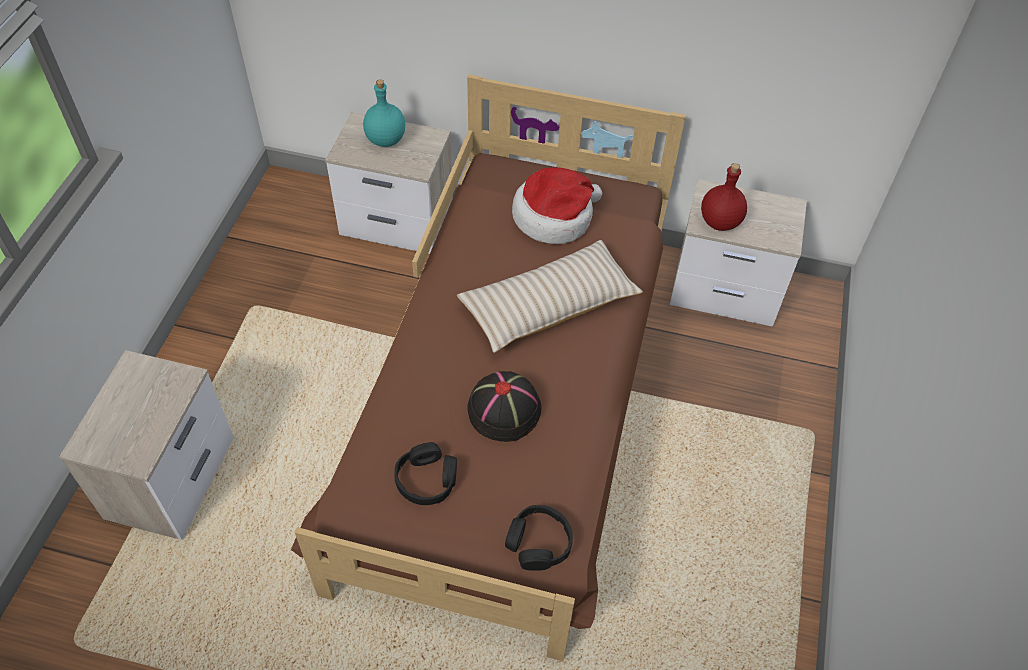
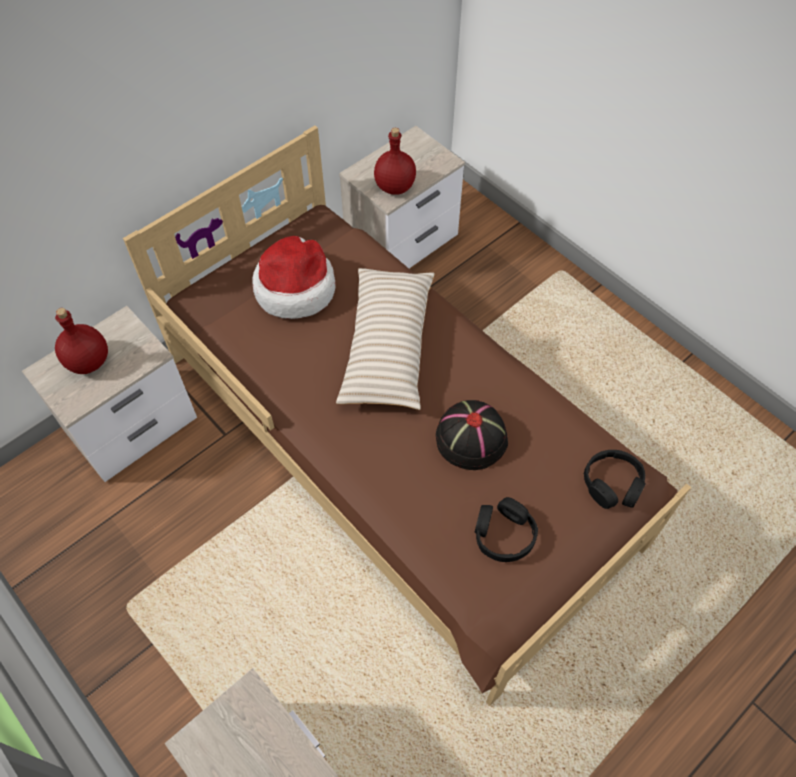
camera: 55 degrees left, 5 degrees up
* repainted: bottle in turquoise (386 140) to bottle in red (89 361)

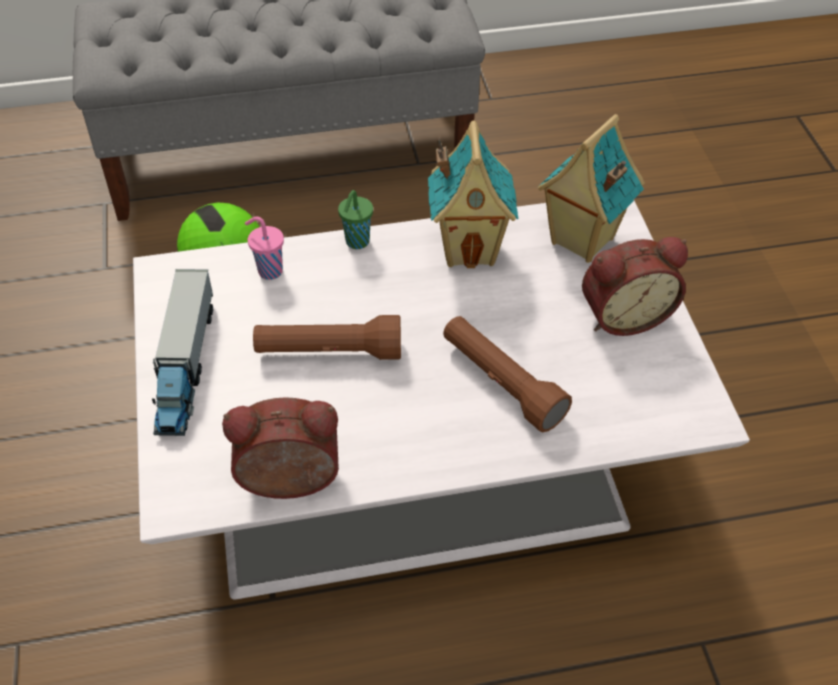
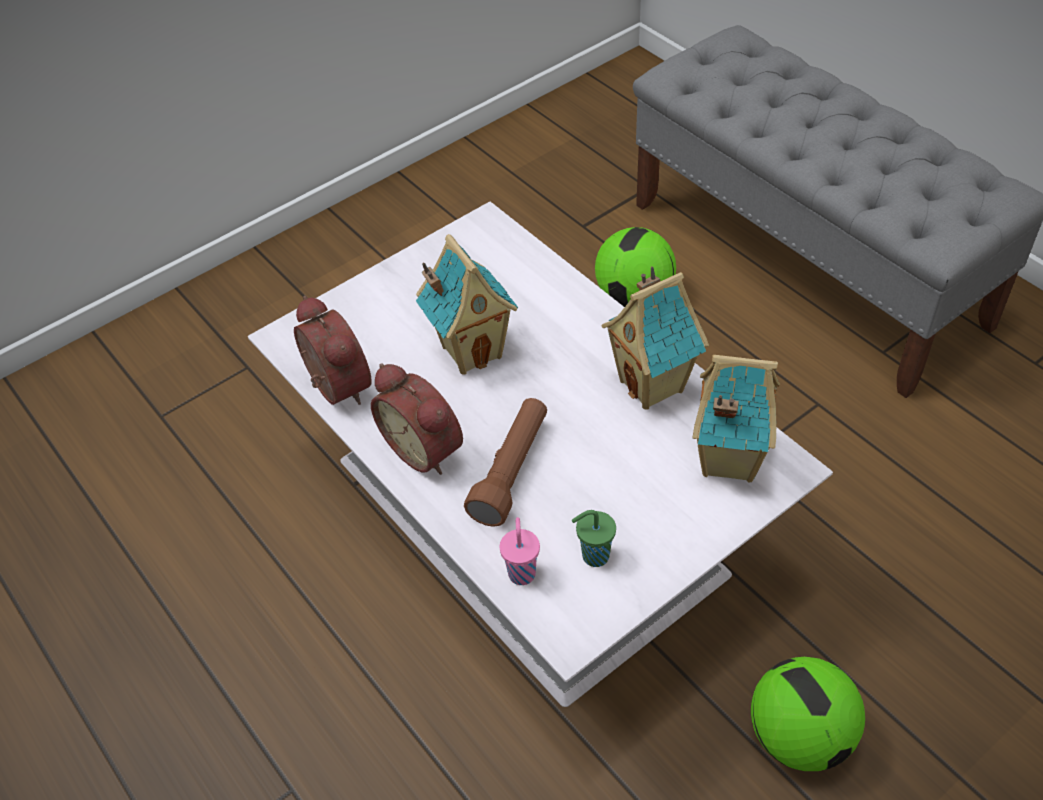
camera: 65 degrees right, 0 degrees up
* gone: toy truck (185 366)
* shifted: cup in pink (269 271) to (521 572)
* swapped: flashlight in brown (329 352) to toy house (472 350)
* shifted: cup in green (356 242) to (593 556)
* shifted: alarm clock (624 315) to (426 447)
* new: football (799 736)

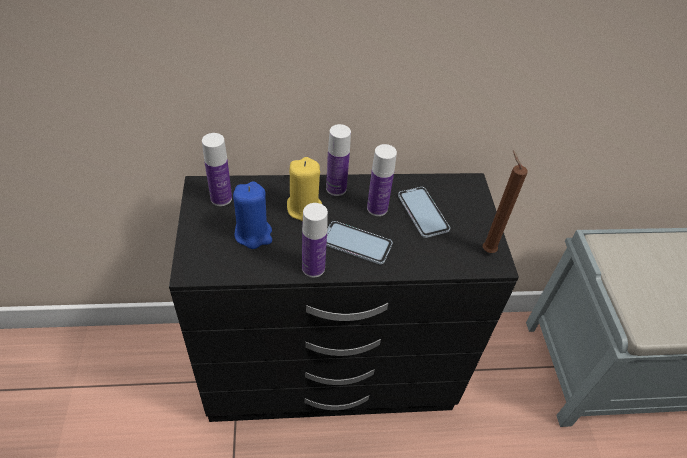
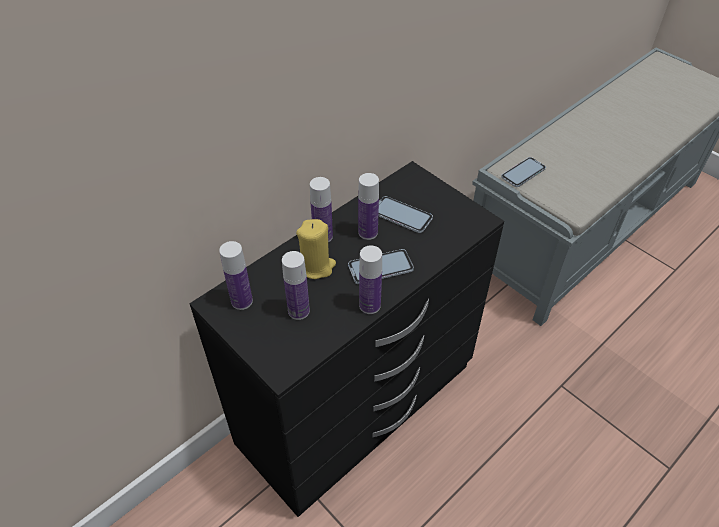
camera: 35 degrees left, 0 degrees up
* swapped: candle in blue (253 234) to bottle (298 311)
* gone: candle in brown (486 249)
* new: phone (523 173)

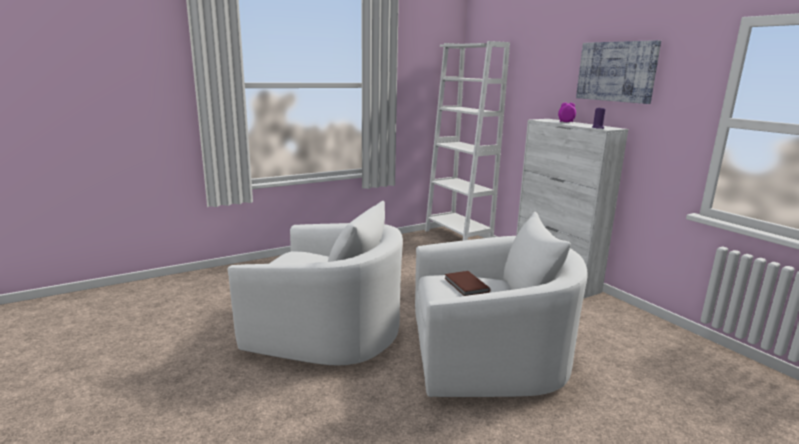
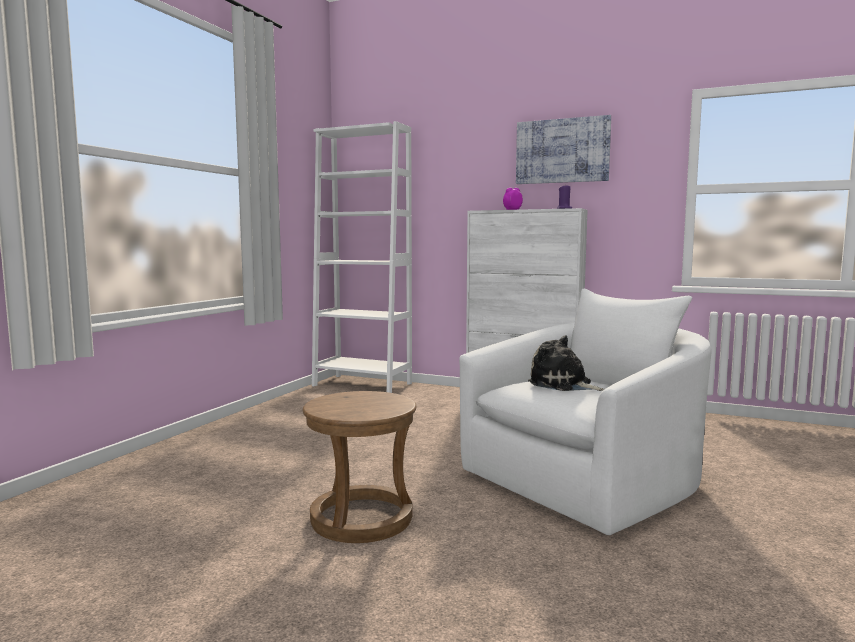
camera: 35 degrees left, 10 degrees down
* swapped: armchair in white (327 331) to stool in brown (362 518)
* swapped: book in brown (465 285) to plush toy (563 384)

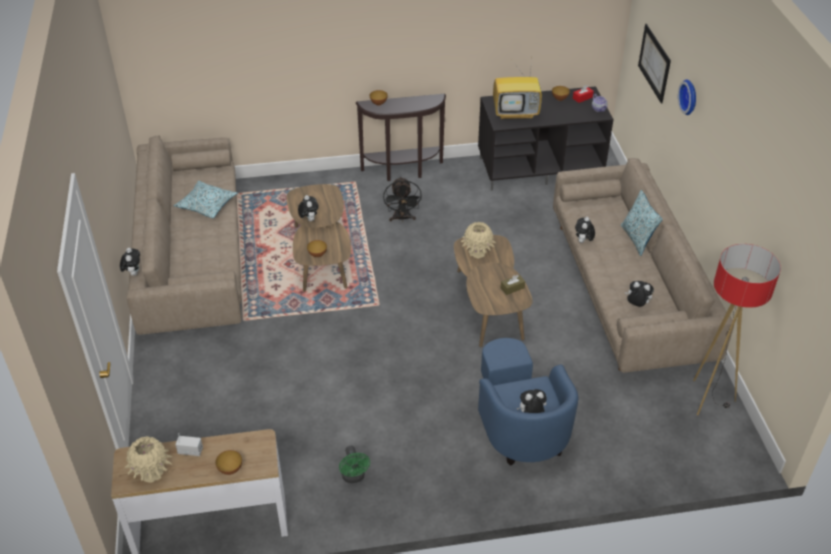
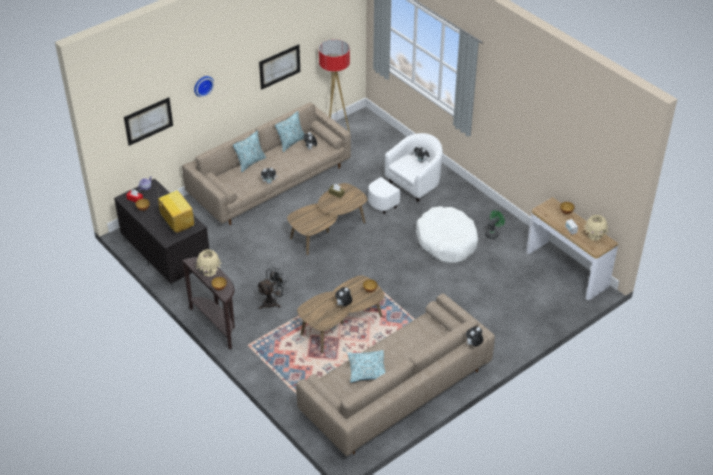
camera: 120 degrees left, 0 degrees up
* shifted: vase in beige (477 252) to (209 272)
* repainted: armchair in blue (520 424) to armchair in white (407 190)
* new: picture (279 66)
* new: pillow (291 142)
* new: dog bed in white (446 241)

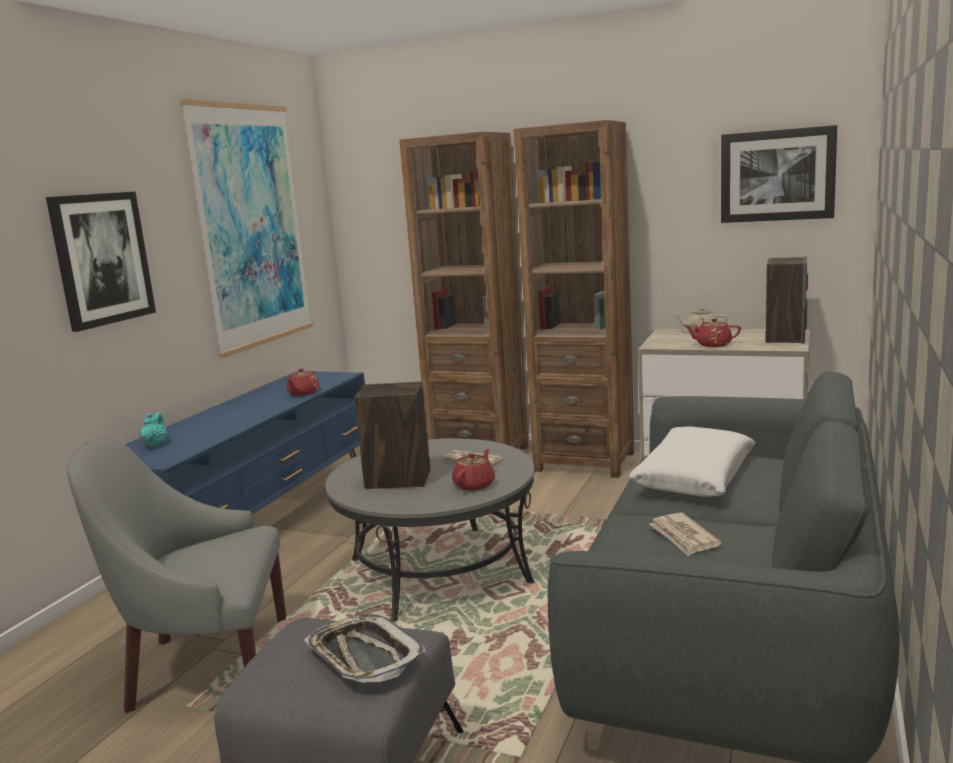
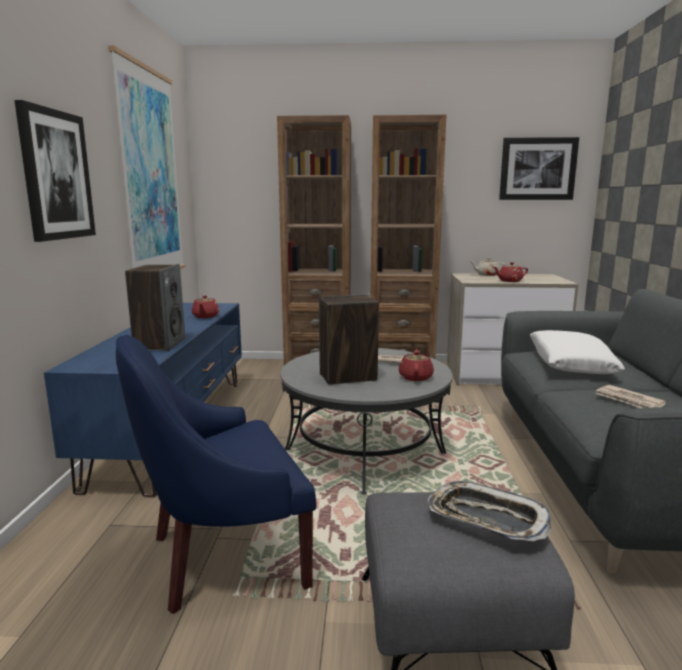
camera: 20 degrees left, 0 degrees up
* repainted: armchair in grey (206 667) to armchair in blue (224 555)
* gone: teapot in turquoise (155 445)
* shifted: speaker (785 338) to (160 344)

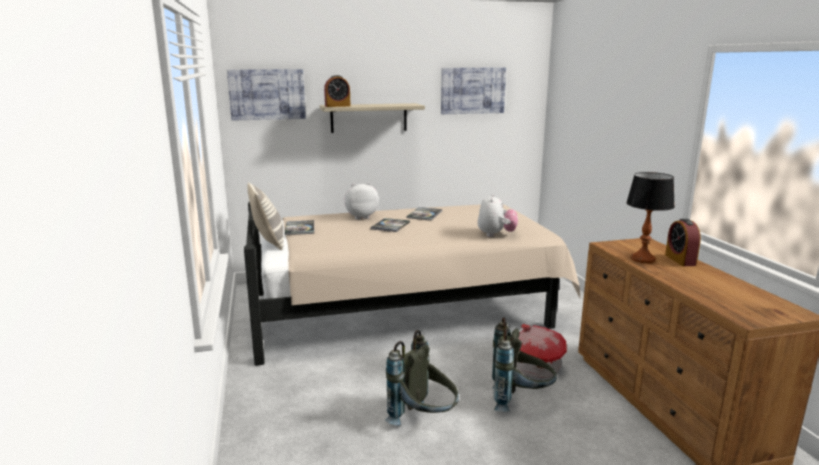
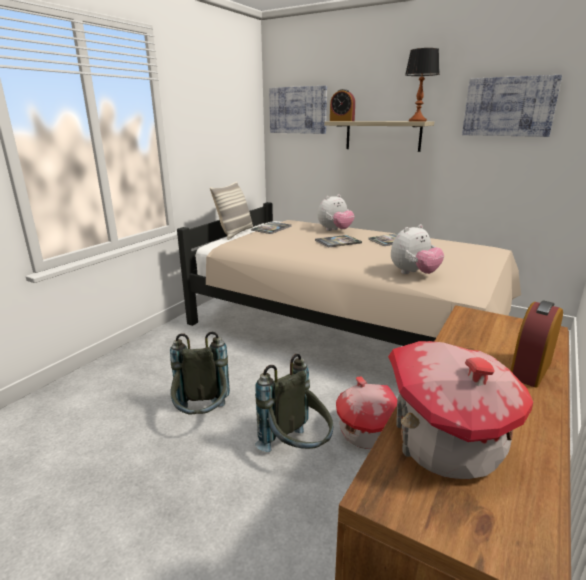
camera: 45 degrees right, 5 degrees up
* rotated: plush toy (360 217) = (335 230) 120 degrees clockwise
* shifted: table lamp (643 259) to (417 121)
* new: toy house (446 443)

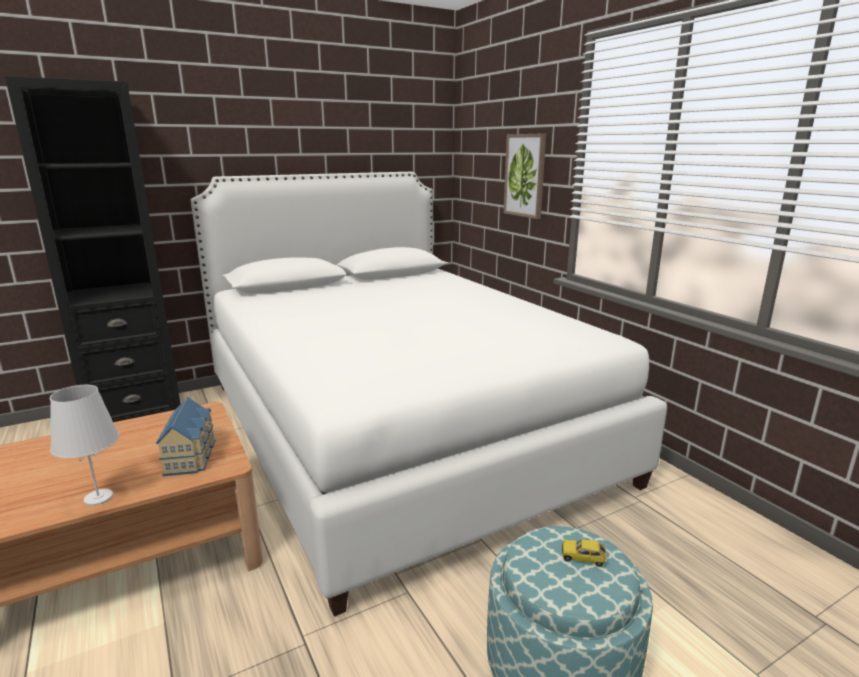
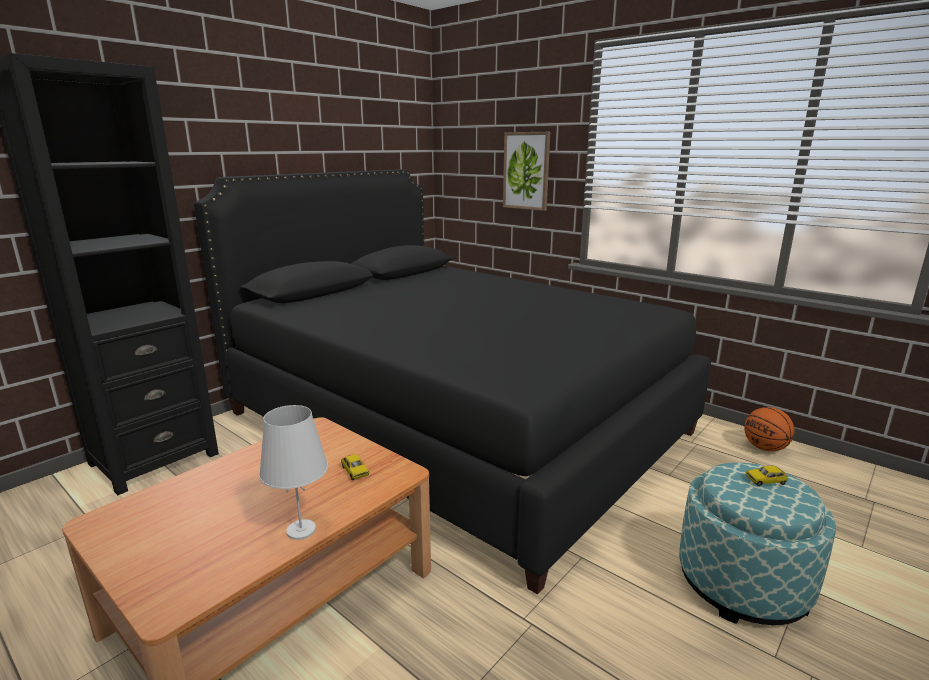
camera: 20 degrees left, 0 degrees up
* swapped: toy house (192 456) to toy car (355 471)
* repainted: bed in white (397 429) to bed in black (454 423)
* new: basketball (765 448)

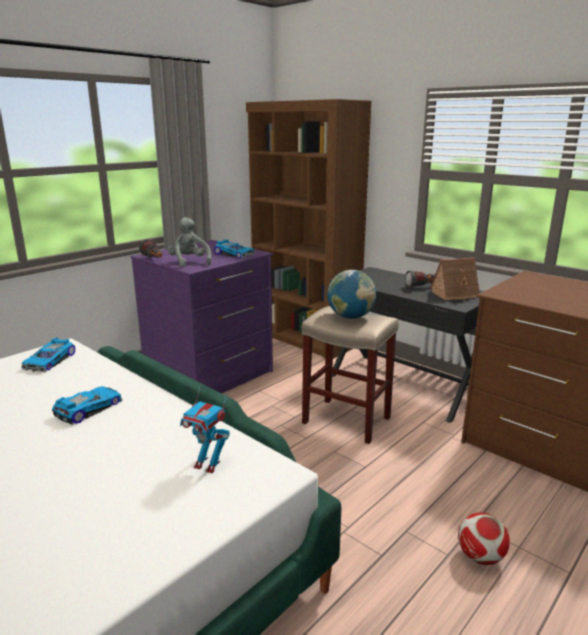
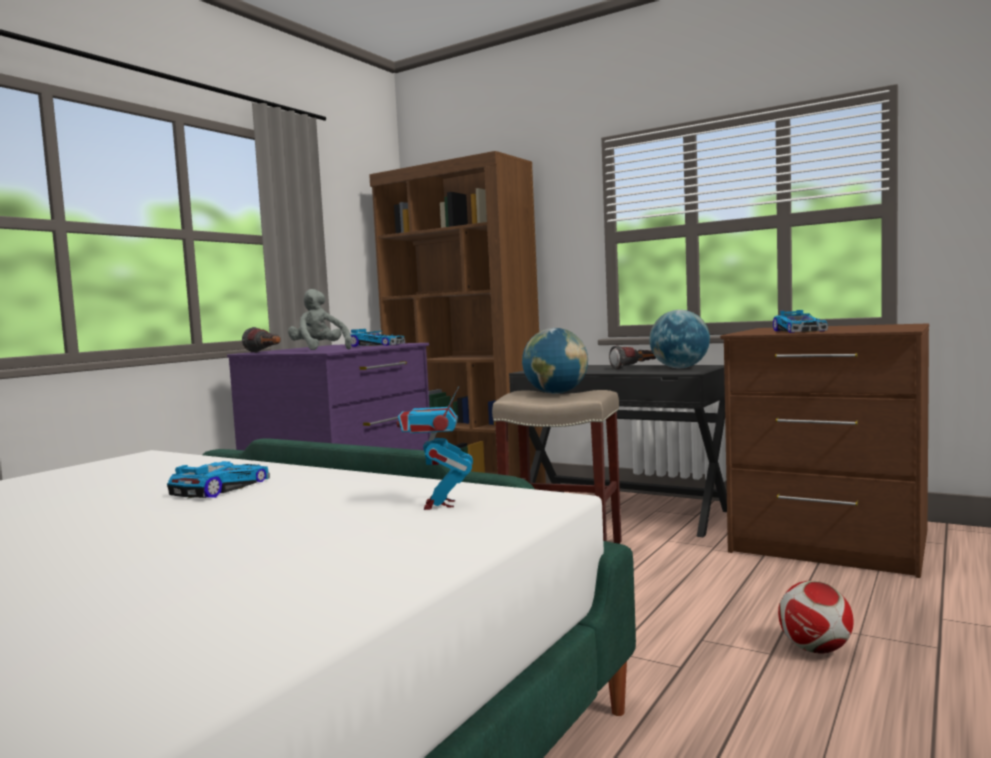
camera: 10 degrees left, 15 degrees down
* shifted: toy car (51 361) to (800 331)
* rotated: toy robot (208 465) = (439 504) 75 degrees clockwise
* swapped: toy house (456 294) to globe (680 368)

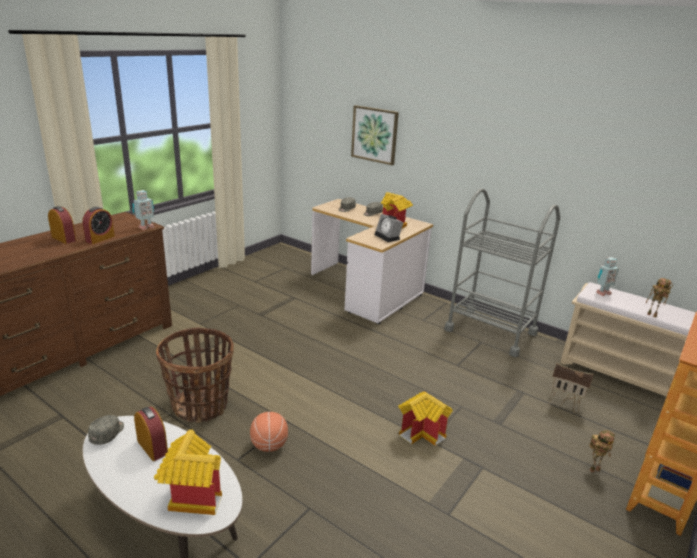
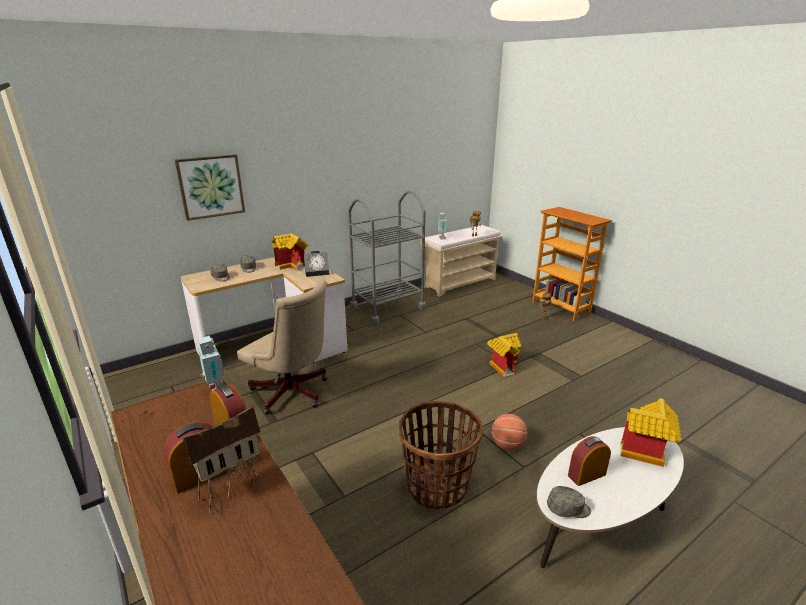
camera: 70 degrees left, 0 degrees up
* rotated: cap in grey (108 434) = (568 509) 150 degrees clockwise
* shifted: toy house (564 405) to (231 488)
* new: office chair in beige (293 394)

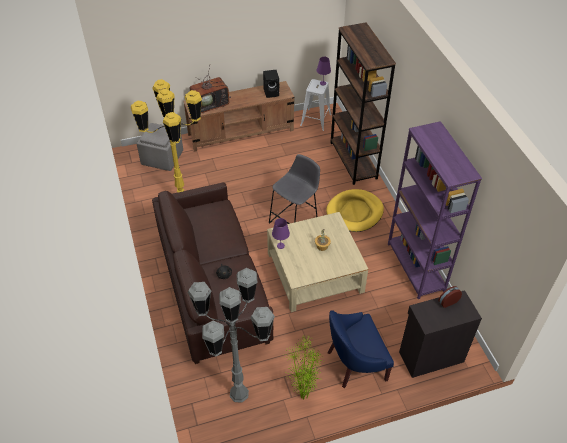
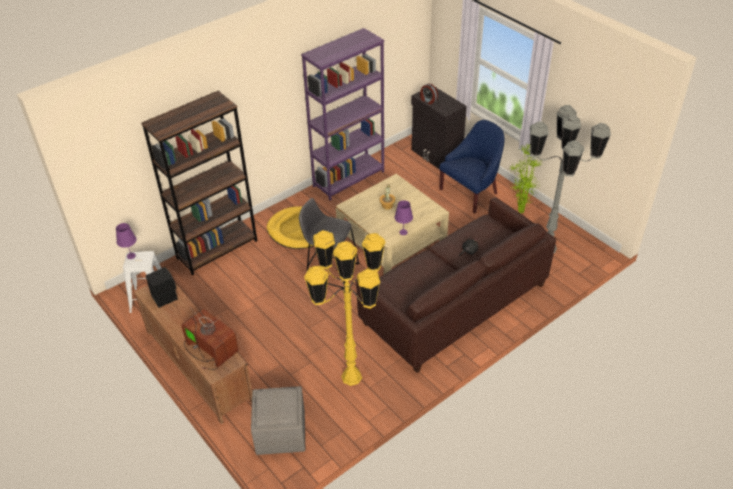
camera: 110 degrees left, 5 degrees down
* rotated: armchair in blue (354 363) = (471 192) 90 degrees counterclockwise

